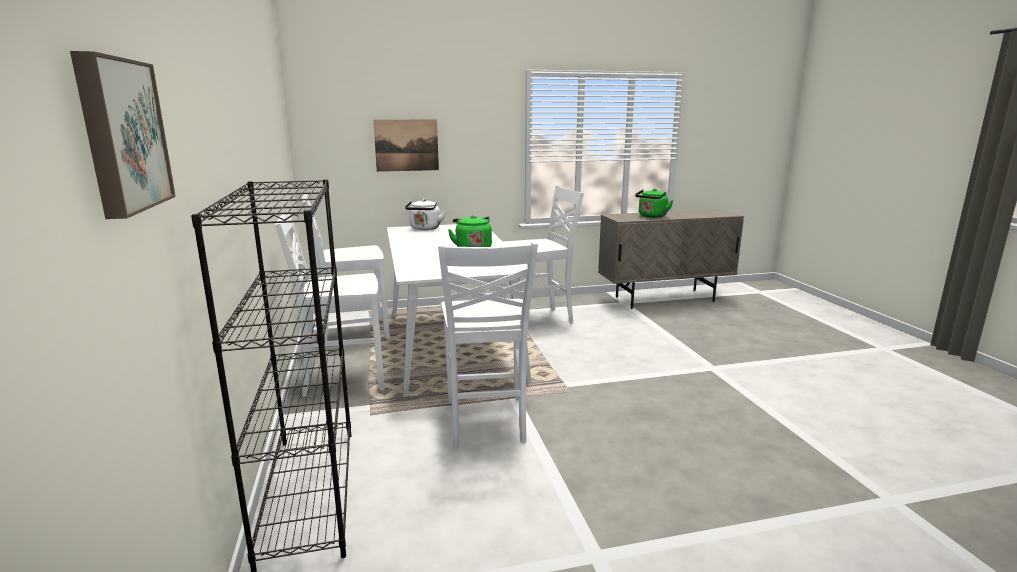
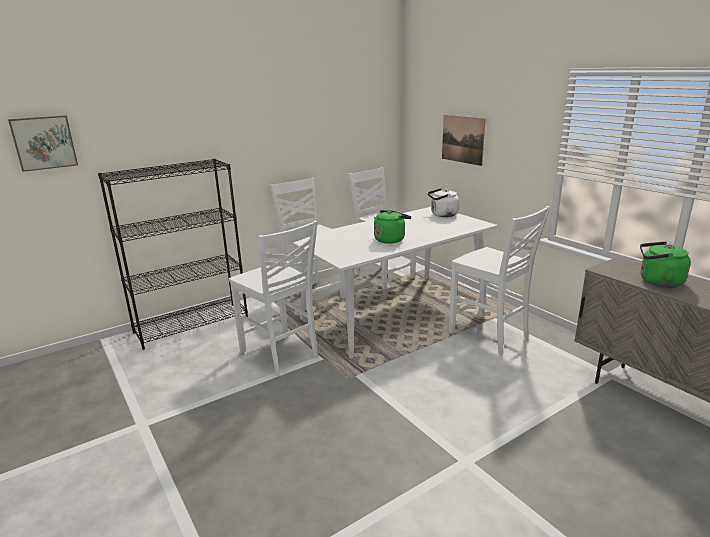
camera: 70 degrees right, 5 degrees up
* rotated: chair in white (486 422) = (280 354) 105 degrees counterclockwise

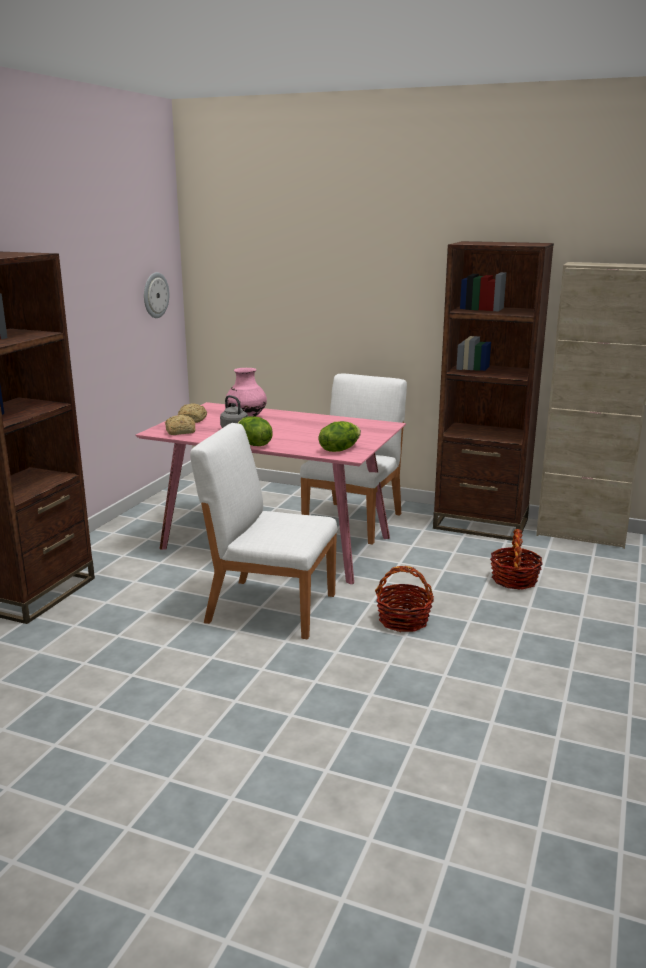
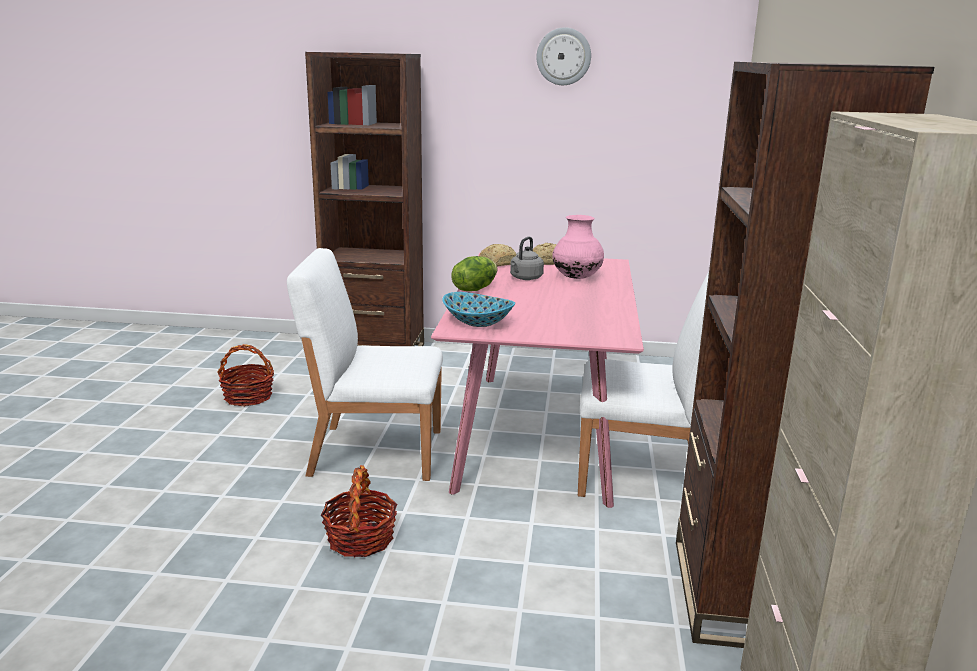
camera: 75 degrees right, 0 degrees up
* shifted: wall clock (155 295) to (563 56)
* rotated: chair in white (269 607) = (374 451) 90 degrees counterclockwise
* swapped: lettuce (339 449) to bowl (478 322)
* shifted: basket (514 580) to (248 397)

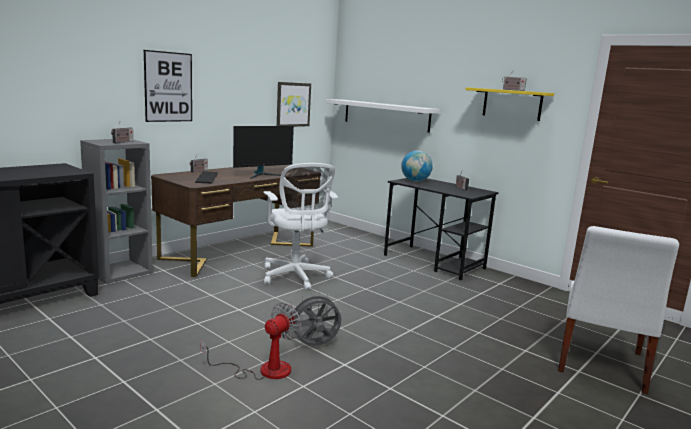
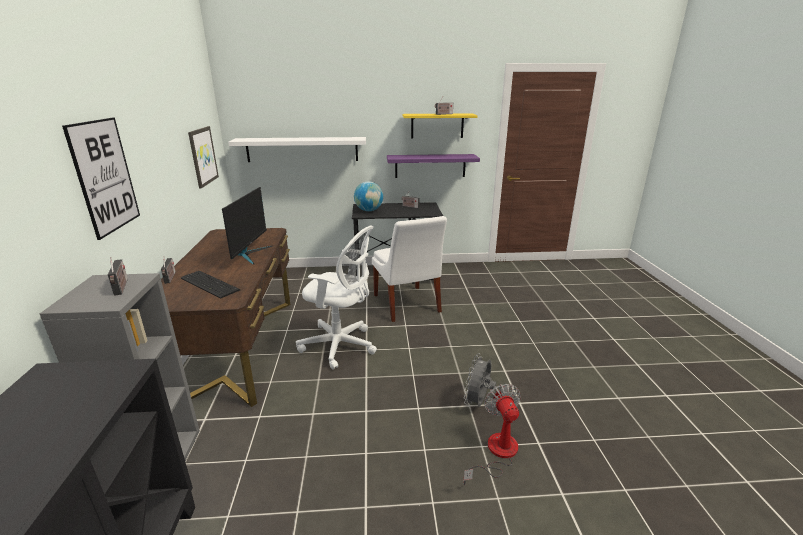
camera: 45 degrees left, 10 degrees up
* shifted: chair in white (600 364) to (407 305)
* new: shelf in purple (430 166)

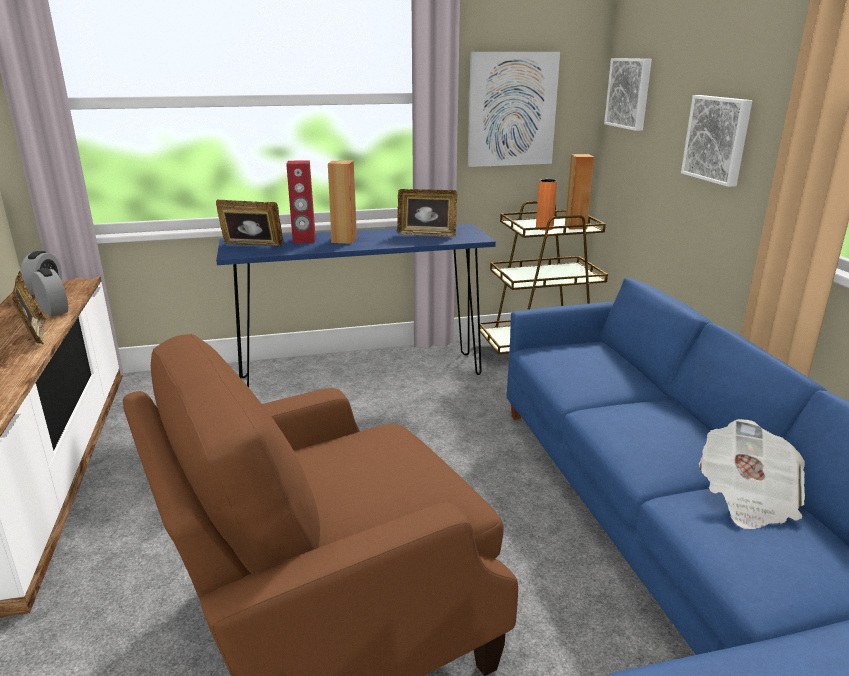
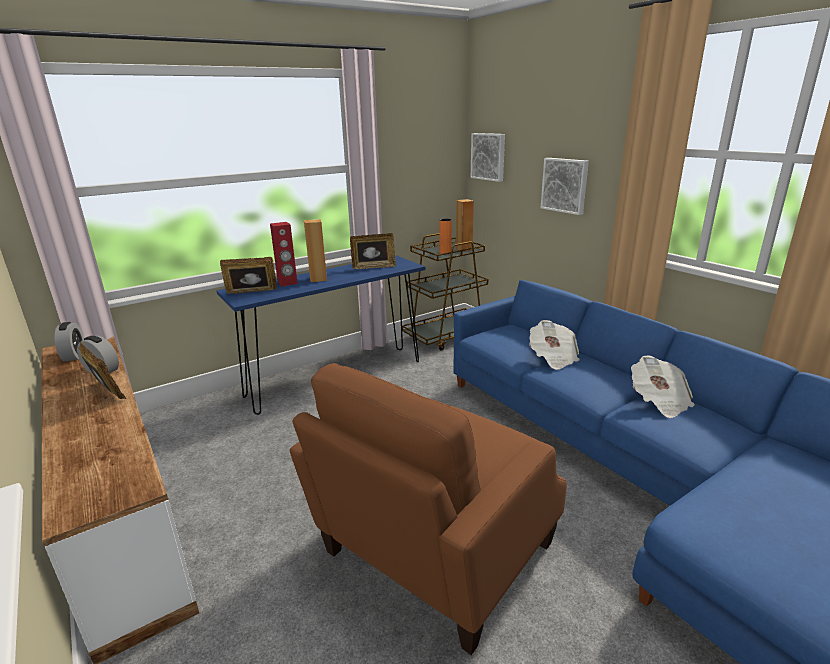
camera: 20 degrees left, 0 degrees up
* gone: picture (511 109)
* new: newspaper (553 357)

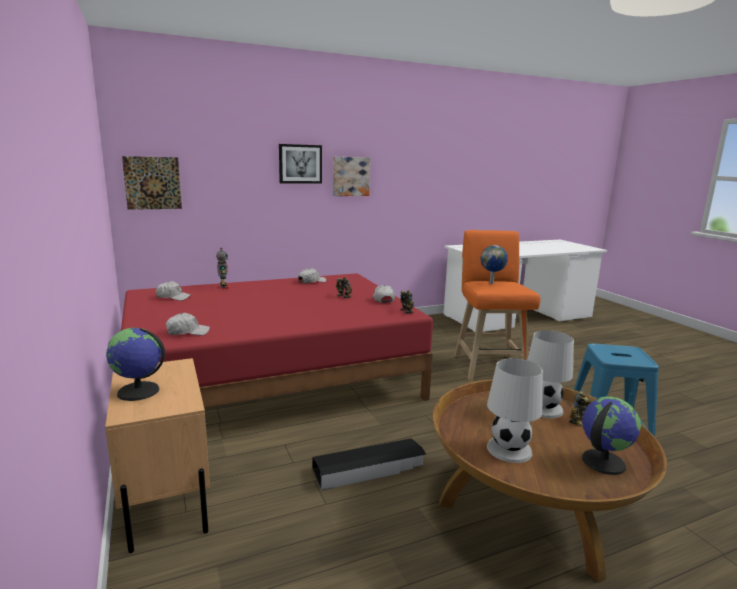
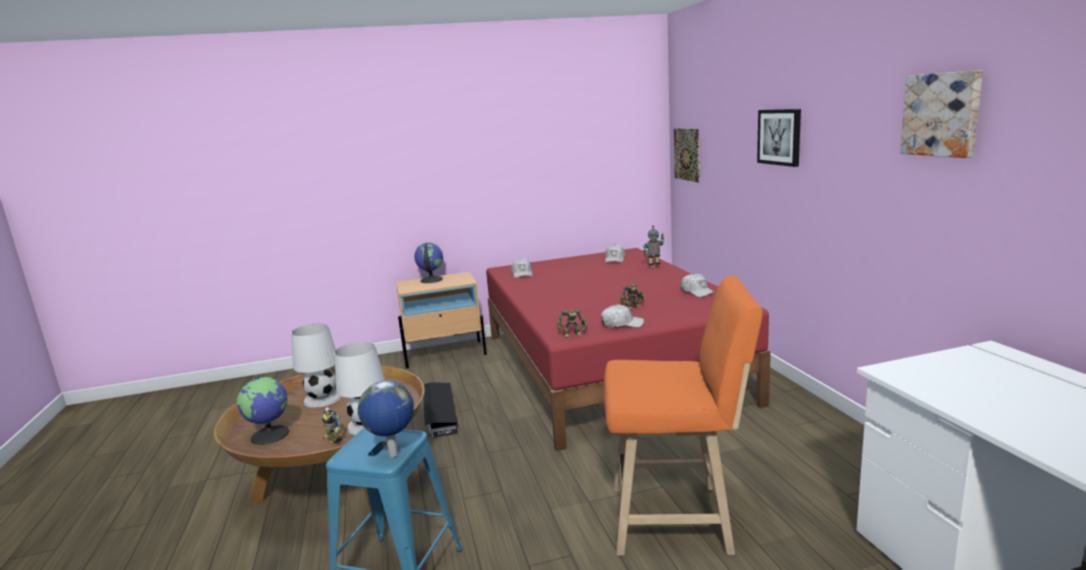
camera: 100 degrees right, 0 degrees up
* shifted: picture (350 176) to (942 114)
* shifted: globe (492 283) to (393 455)

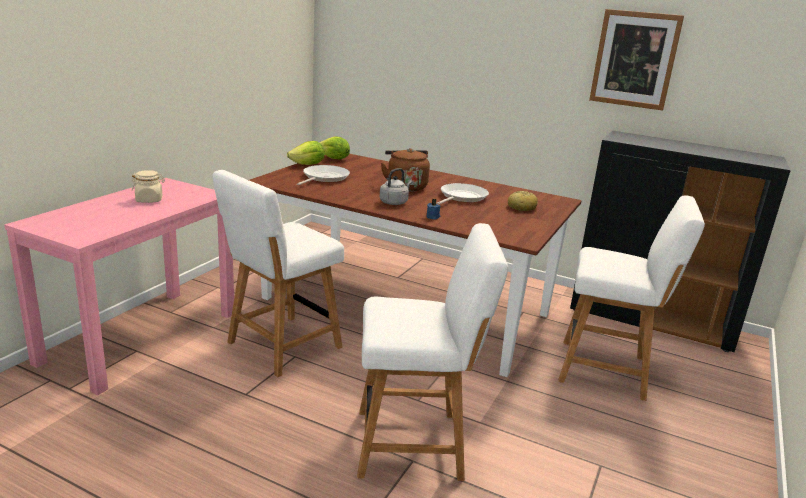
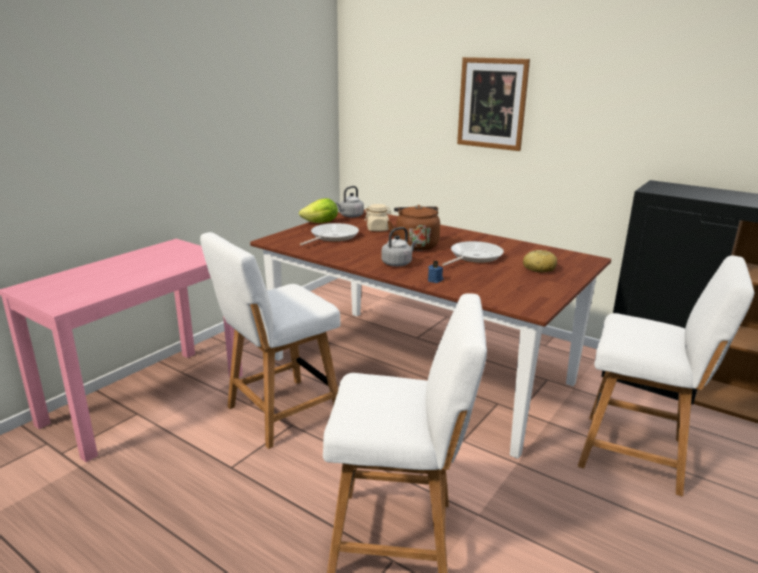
camera: 10 degrees right, 0 degrees up
* shifted: jar in beige (149 200) to (377 229)
* swapped: lettuce (334 159) to kettle in grey (350 216)
* shifted: picture (634 59) to (492 103)

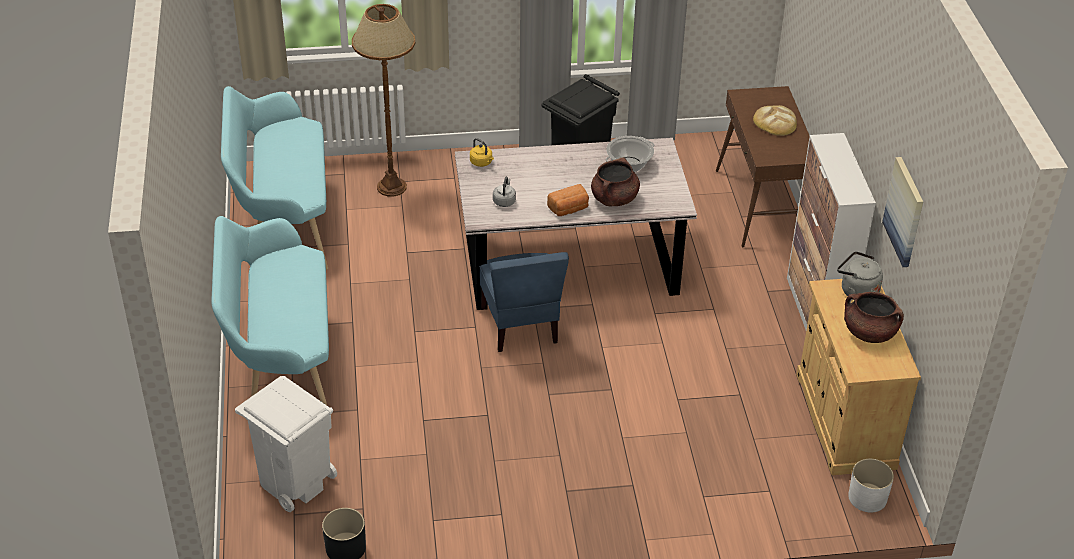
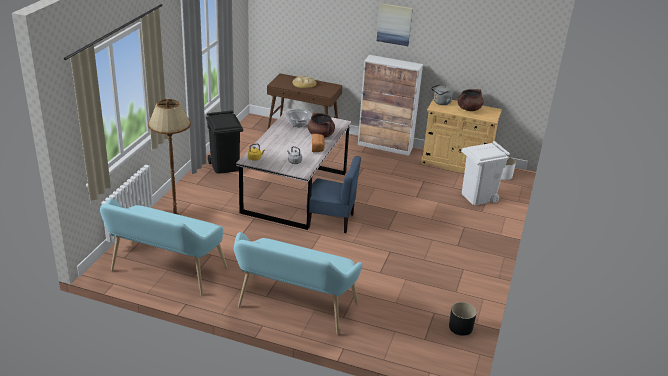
camera: 65 degrees left, 10 degrees down
* shifted: trash can in white (294 482) to (478 197)
* shifted: picture (905 212) to (394 24)

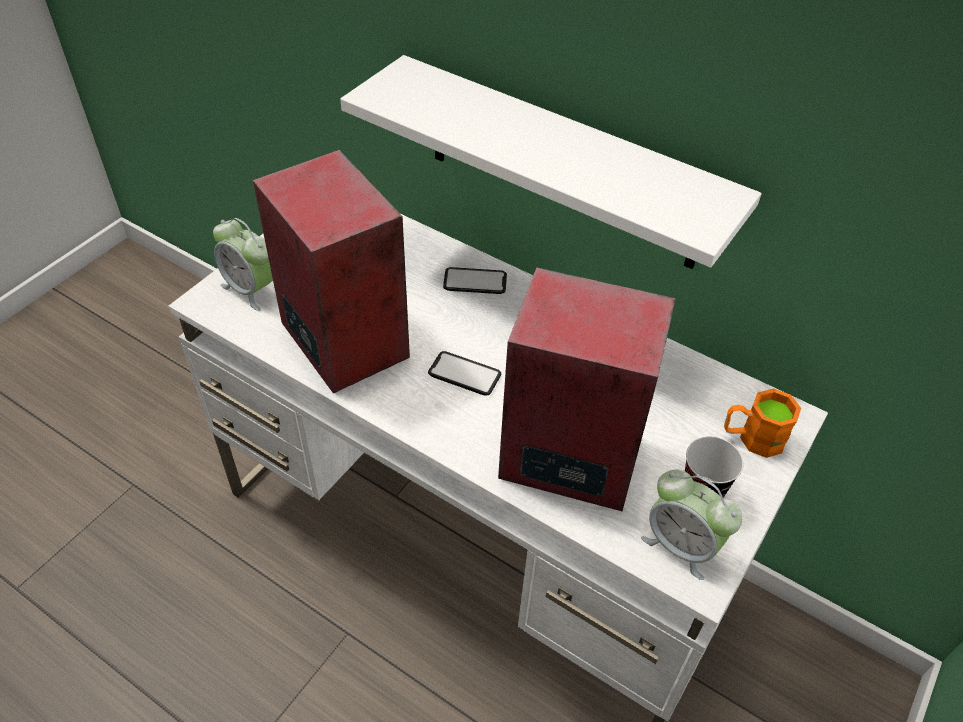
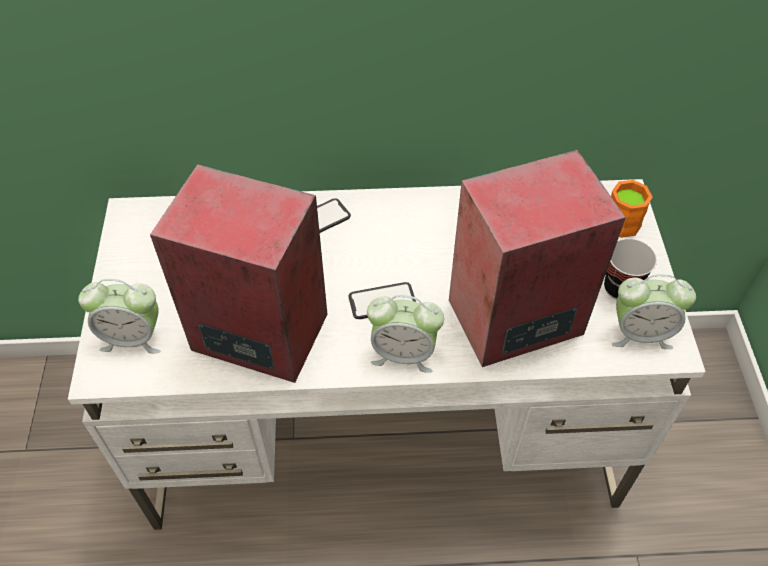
camera: 35 degrees left, 5 degrees up
* gone: shelf in white (562 165)
* new: alarm clock (403 353)

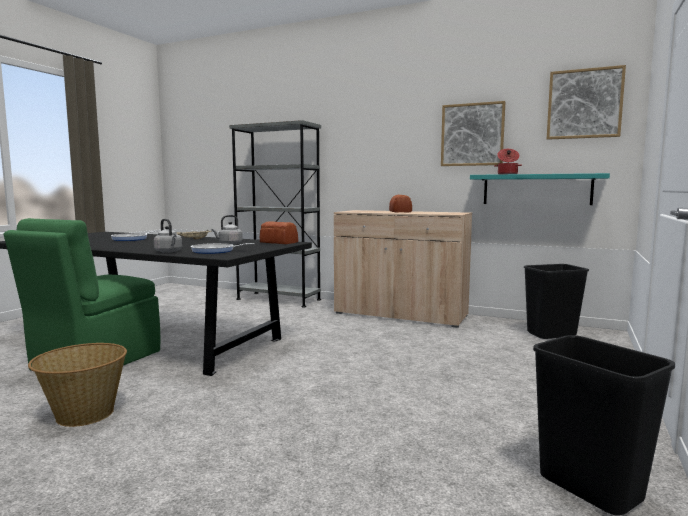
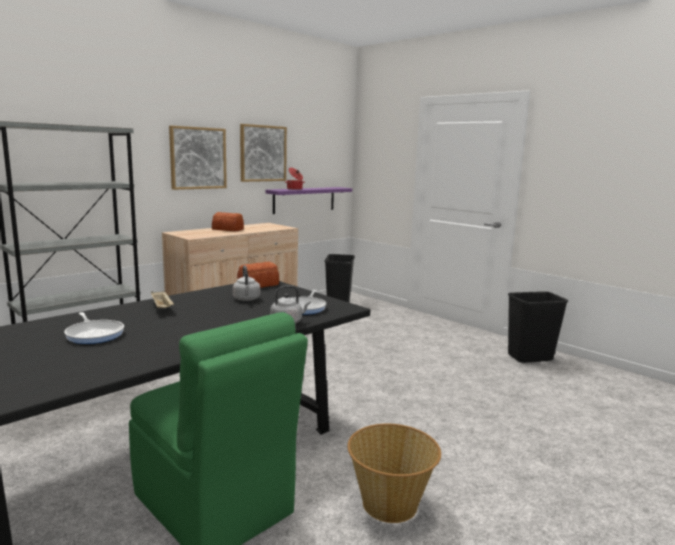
camera: 70 degrees left, 5 degrees up
* repainted: shelf in turquoise (536 189) to shelf in purple (304 200)
* shifted: picture (584 104) to (198 158)

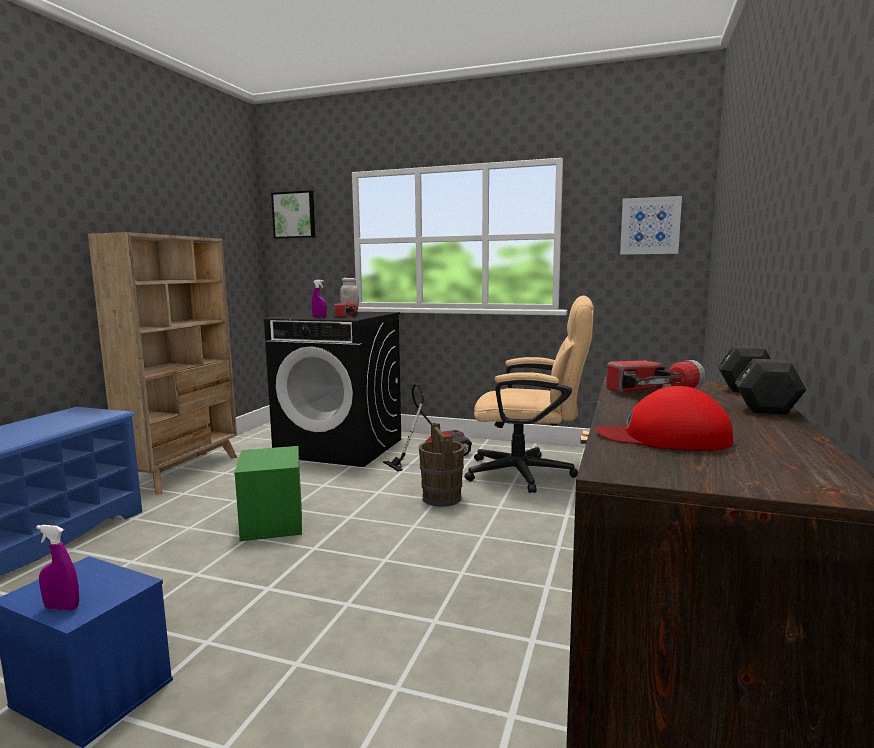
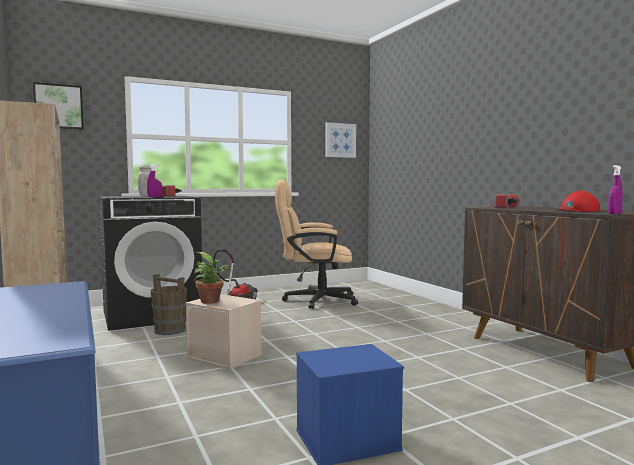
camera: 45 degrees left, 5 degrees down
* shifted: spray bottle in purple (62 608) to (614 213)
* repainted: storage box in green (273 523) to storage box in beige (225 356)
* shifted: bucket in brown (441 498) to (169 330)
* rotated: office chair in beige (530 474) = (313 300) 150 degrees counterclockwise
* gone: dumbbell in black (755 400)
* new: potted plant (211 302)

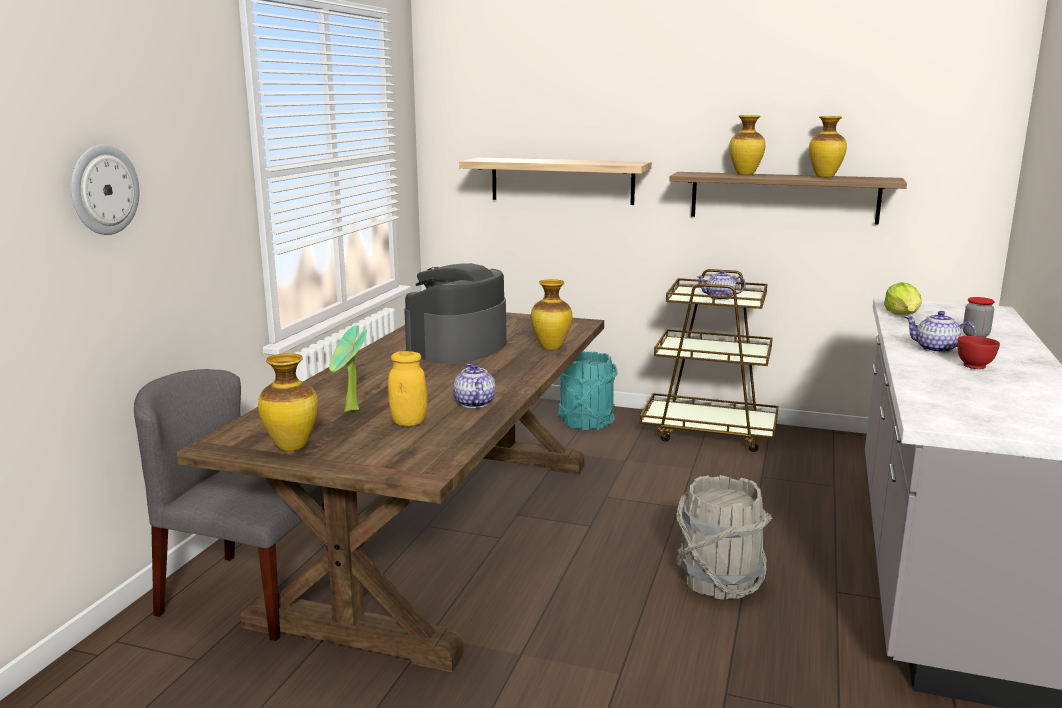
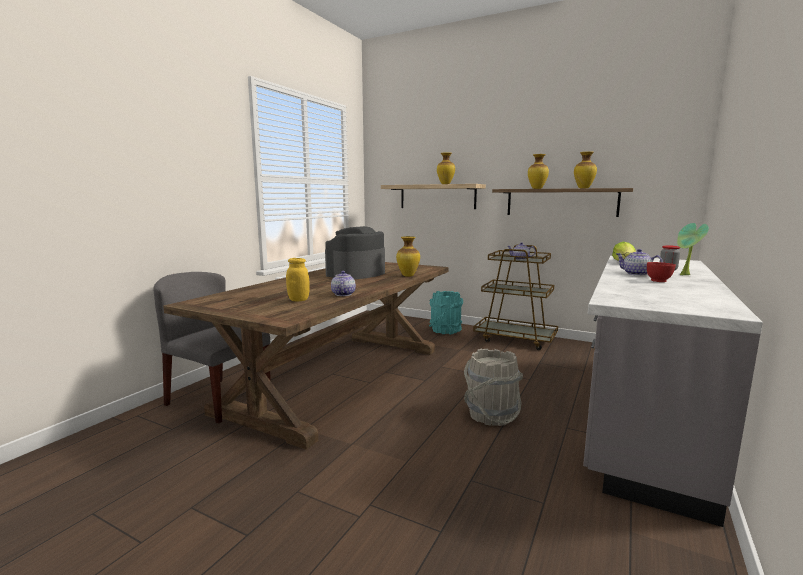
camera: 10 degrees right, 5 degrees down
* gone: wall clock (103 190)
* shifted: vase (291 447) to (445 184)
* shifted: potted plant (350 411) to (685 275)

